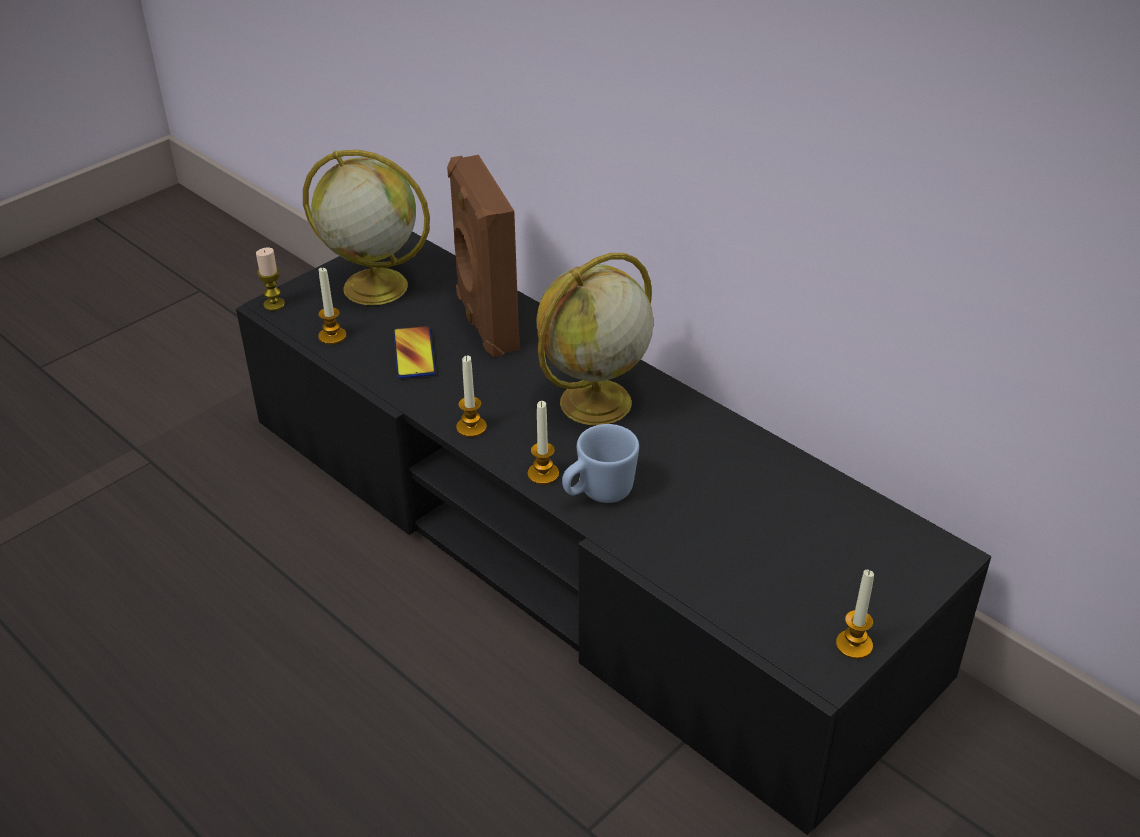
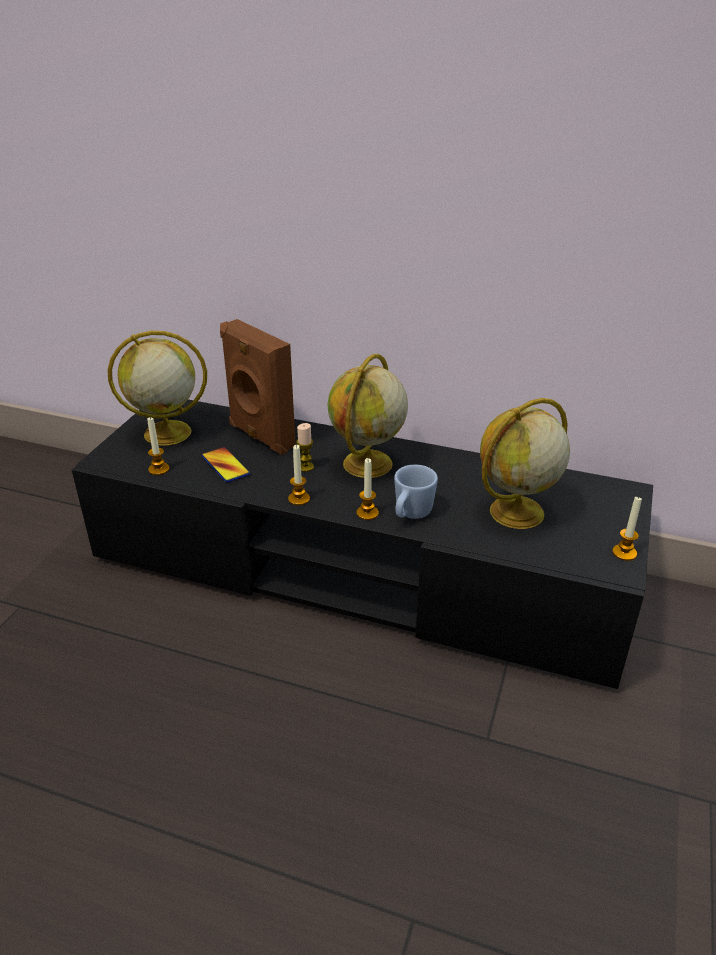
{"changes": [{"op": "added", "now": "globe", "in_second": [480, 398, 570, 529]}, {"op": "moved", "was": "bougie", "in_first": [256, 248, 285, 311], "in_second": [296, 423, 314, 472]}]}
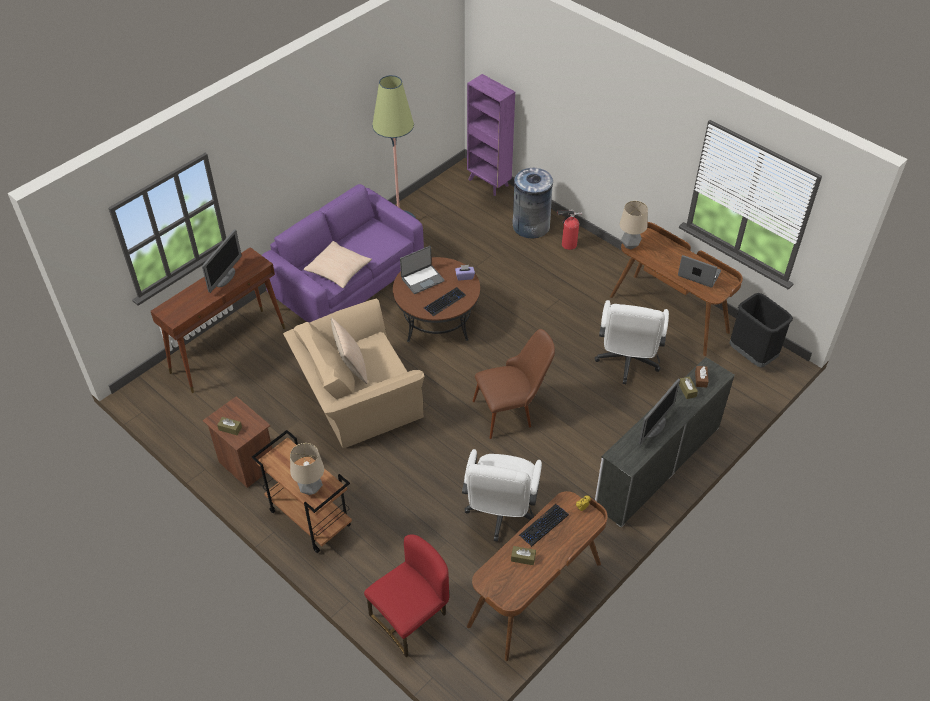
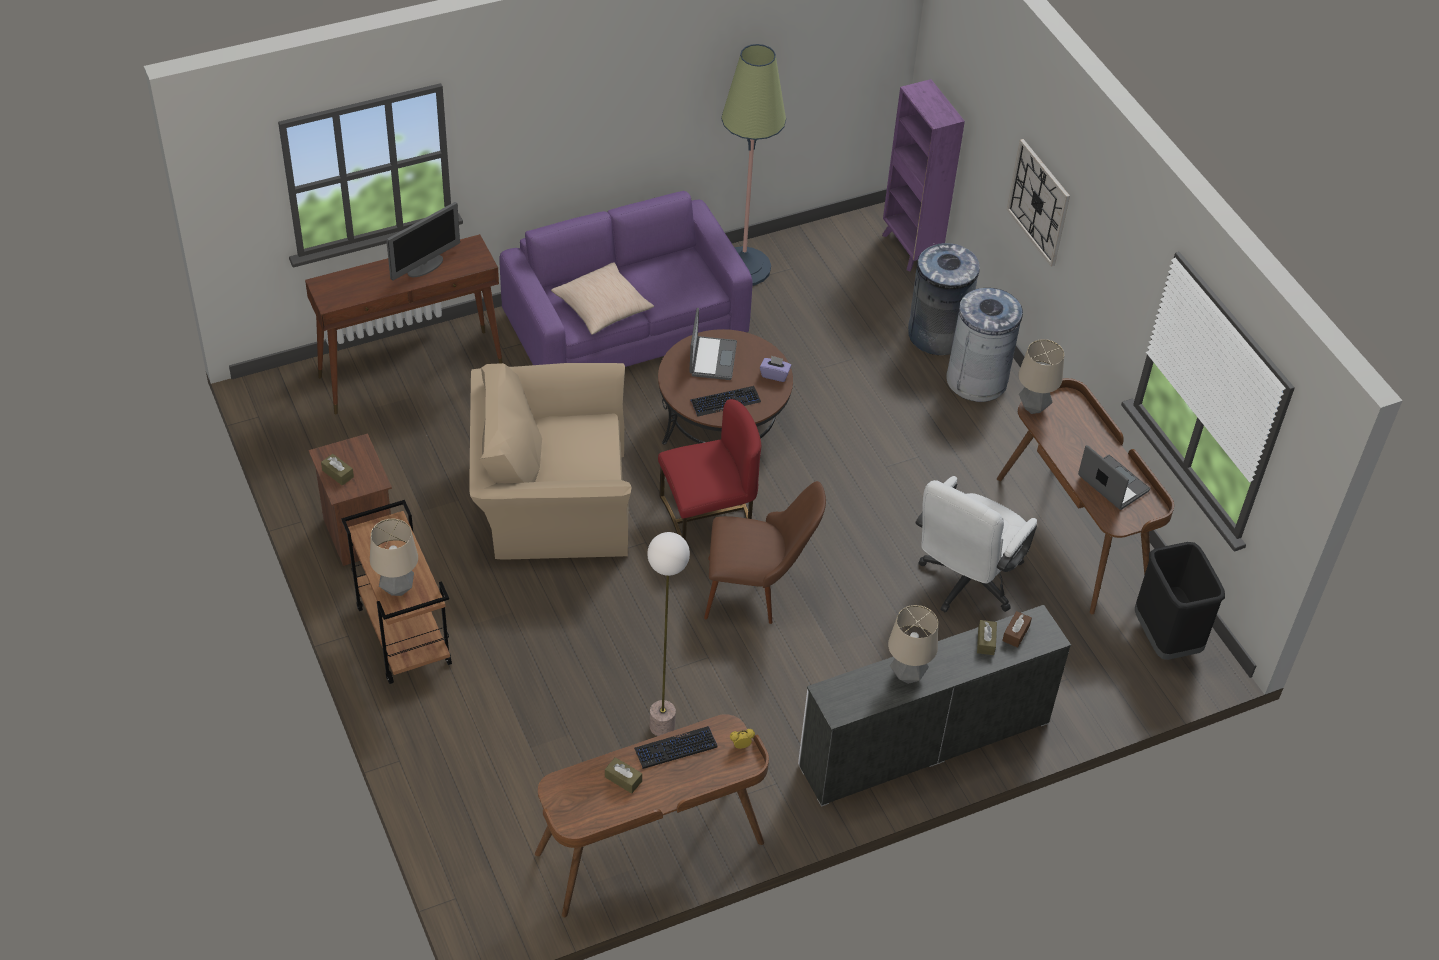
{"changes": [{"op": "removed", "was": "coussin (beige)", "in_first": [331, 318, 368, 384]}, {"op": "added", "now": "horloge murale", "in_second": [1007, 139, 1070, 267]}, {"op": "moved", "was": "chaise (rouge)", "in_first": [364, 534, 449, 657], "in_second": [658, 399, 761, 541]}, {"op": "replaced", "was": "chaise de bureau (blanc)", "now": "lampadaire", "in_first": [462, 449, 542, 542], "in_second": [647, 532, 690, 736]}, {"op": "replaced", "was": "extincteur", "now": "poubelle (gris)", "in_first": [557, 209, 582, 250], "in_second": [946, 288, 1023, 402]}, {"op": "replaced", "was": "écran d'ordinateur", "now": "lampe de table", "in_first": [639, 379, 680, 445], "in_second": [888, 605, 938, 684]}, {"op": "turned", "was": "ordinateur portable", "in_first": [400, 246, 445, 294], "in_second": [689, 308, 737, 380], "clockwise": -75}]}
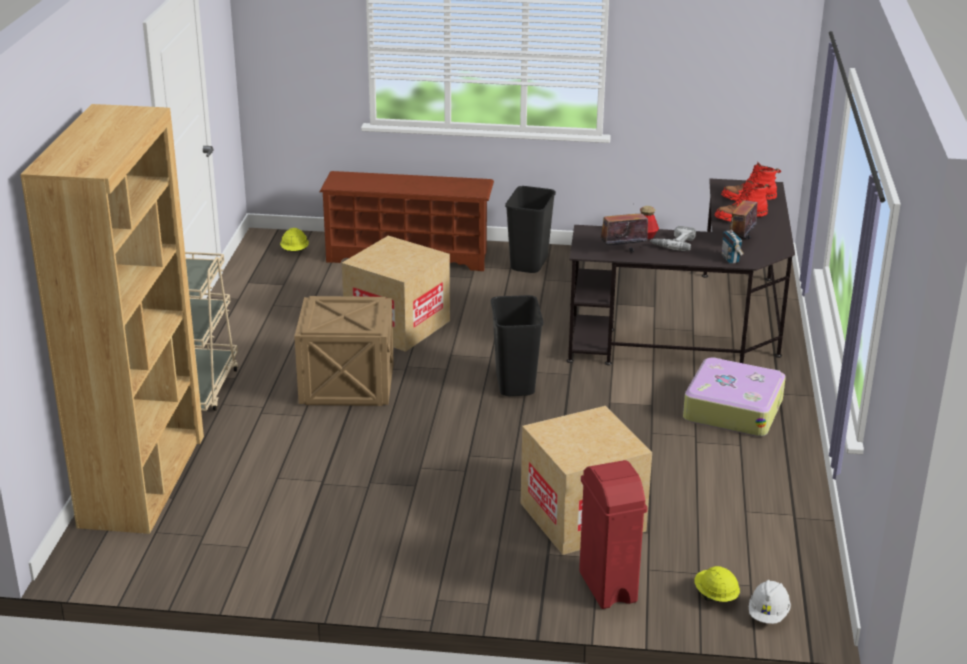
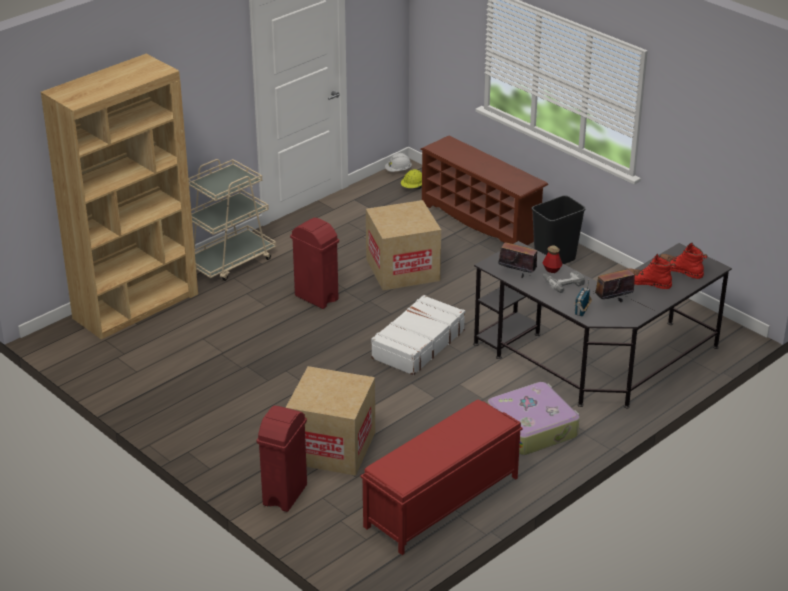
{"changes": [{"op": "removed", "was": "casque de chantier (jaune)", "in_first": [695, 566, 740, 602]}, {"op": "added", "now": "banc (rouge)", "in_second": [360, 400, 523, 555]}, {"op": "moved", "was": "casque de chantier (blanc)", "in_first": [749, 580, 791, 624], "in_second": [385, 153, 412, 172]}, {"op": "replaced", "was": "caisse", "now": "poubelle (rouge)", "in_first": [294, 296, 394, 406], "in_second": [290, 218, 339, 309]}, {"op": "replaced", "was": "poubelle (noir)", "now": "valise (blanc)", "in_first": [491, 295, 544, 396], "in_second": [371, 295, 465, 375]}]}
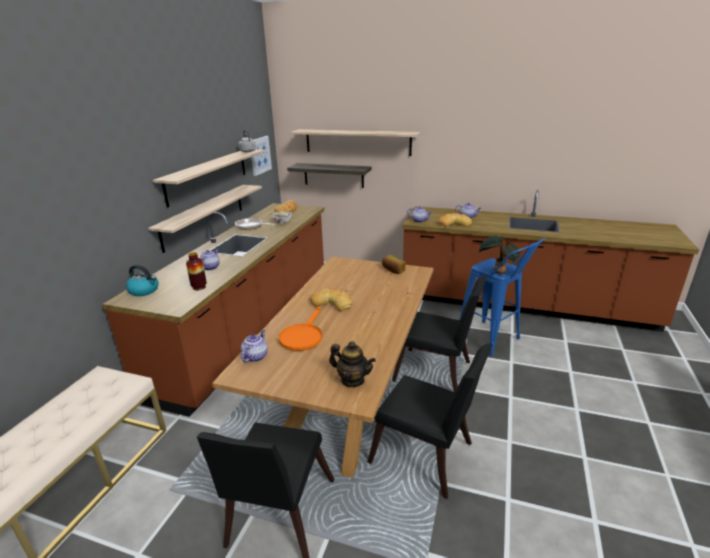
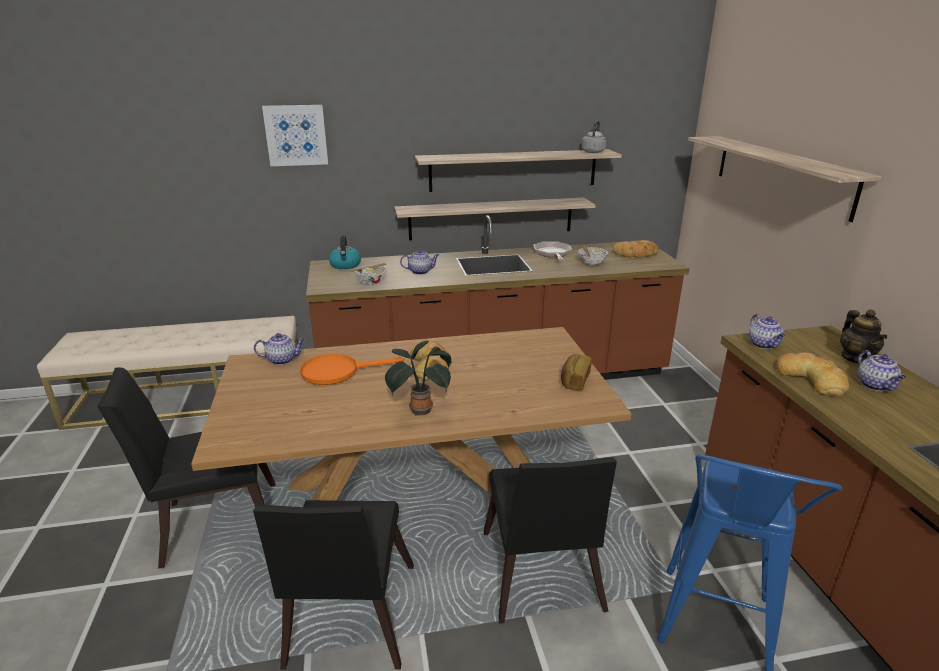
{"changes": [{"op": "removed", "was": "étagère", "in_first": [287, 163, 371, 188]}, {"op": "moved", "was": "tableau", "in_first": [251, 136, 272, 176], "in_second": [262, 105, 328, 166]}, {"op": "moved", "was": "théière", "in_first": [329, 341, 376, 387], "in_second": [840, 310, 887, 363]}, {"op": "moved", "was": "plante en pot", "in_first": [478, 236, 520, 275], "in_second": [385, 341, 451, 416]}, {"op": "replaced", "was": "vase", "now": "bol", "in_first": [186, 252, 207, 290], "in_second": [350, 263, 387, 285]}]}
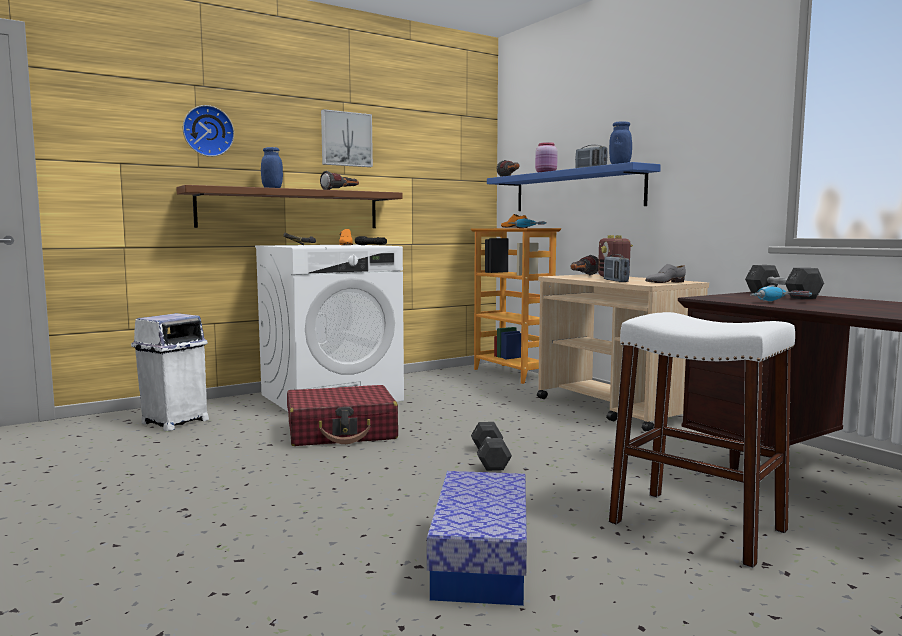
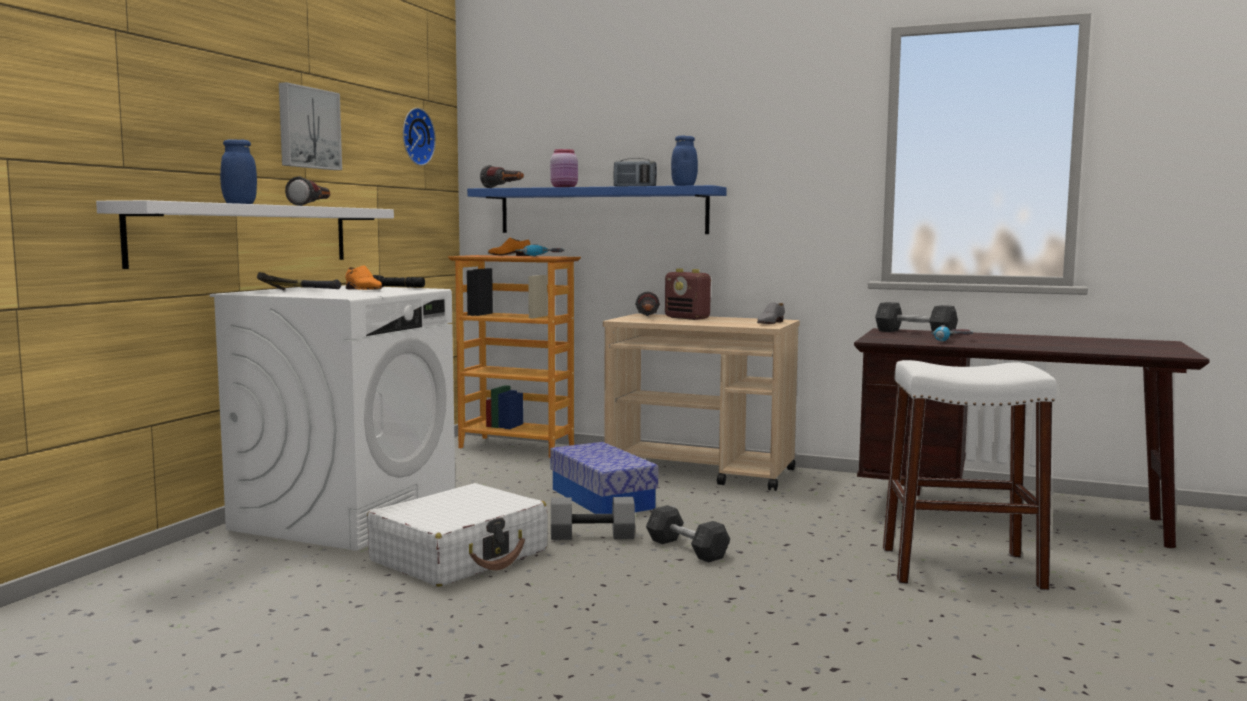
{"changes": [{"op": "removed", "was": "poubelle (blanc)", "in_first": [131, 313, 209, 431]}, {"op": "removed", "was": "radio", "in_first": [604, 254, 630, 282]}, {"op": "added", "now": "haltère (gris)", "in_second": [551, 497, 635, 540]}, {"op": "moved", "was": "horloge murale", "in_first": [183, 105, 234, 157], "in_second": [403, 108, 436, 166]}, {"op": "moved", "was": "boîte de rangement", "in_first": [427, 471, 527, 606], "in_second": [550, 442, 658, 514]}, {"op": "recoloured", "was": "étagère (marron)", "now": "étagère (blanc)", "in_first": [176, 185, 402, 228], "in_second": [96, 200, 394, 269]}, {"op": "recoloured", "was": "valise (rouge)", "now": "valise (blanc)", "in_first": [287, 385, 398, 446], "in_second": [367, 483, 548, 587]}]}
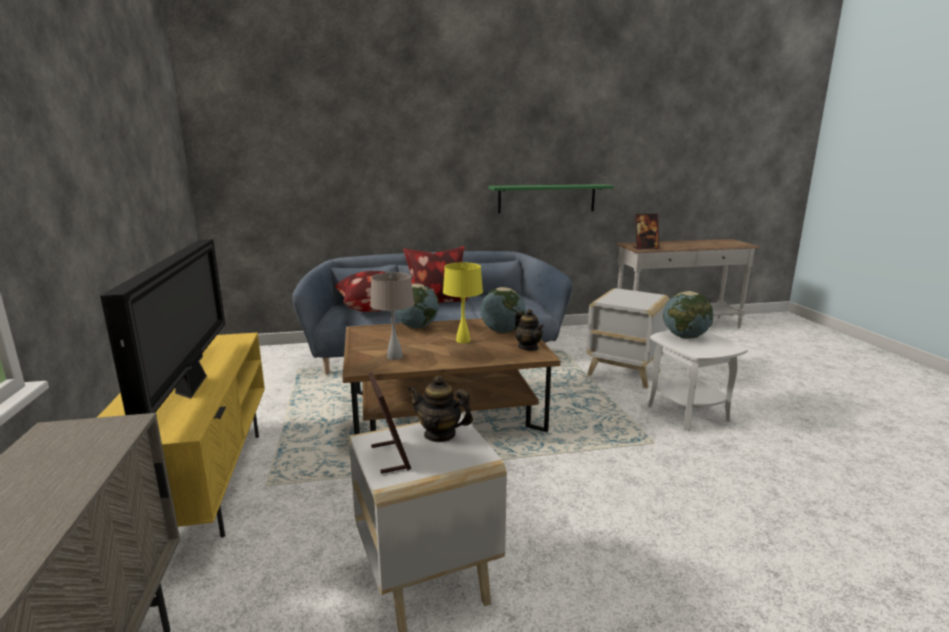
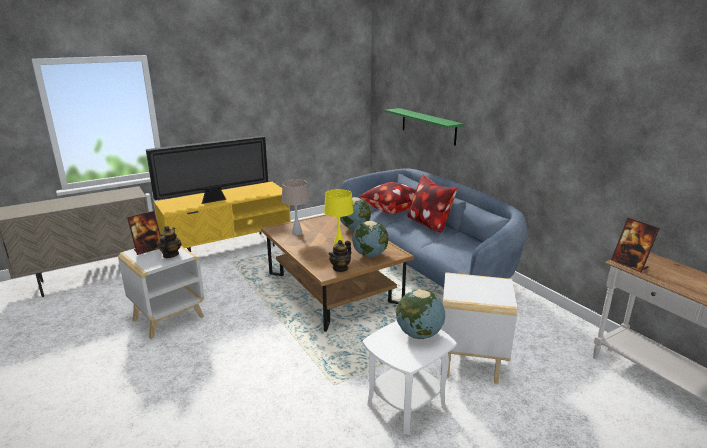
{"changes": [{"op": "moved", "was": "étagère (vert)", "in_first": [489, 184, 614, 213], "in_second": [385, 108, 464, 146]}]}
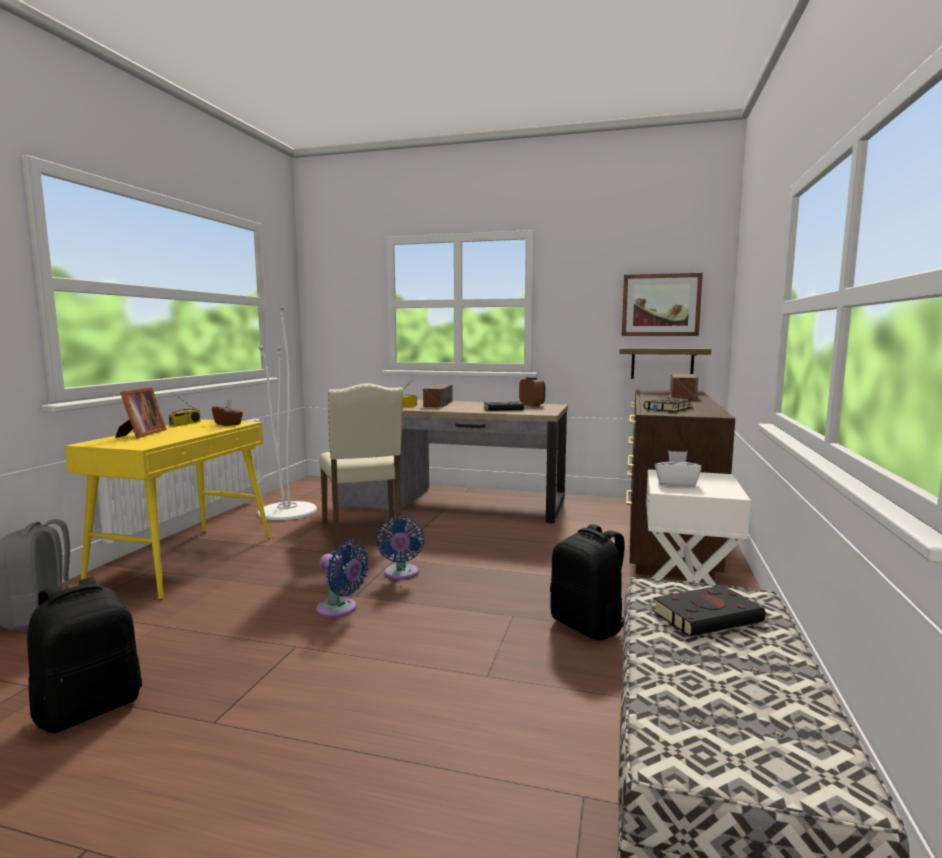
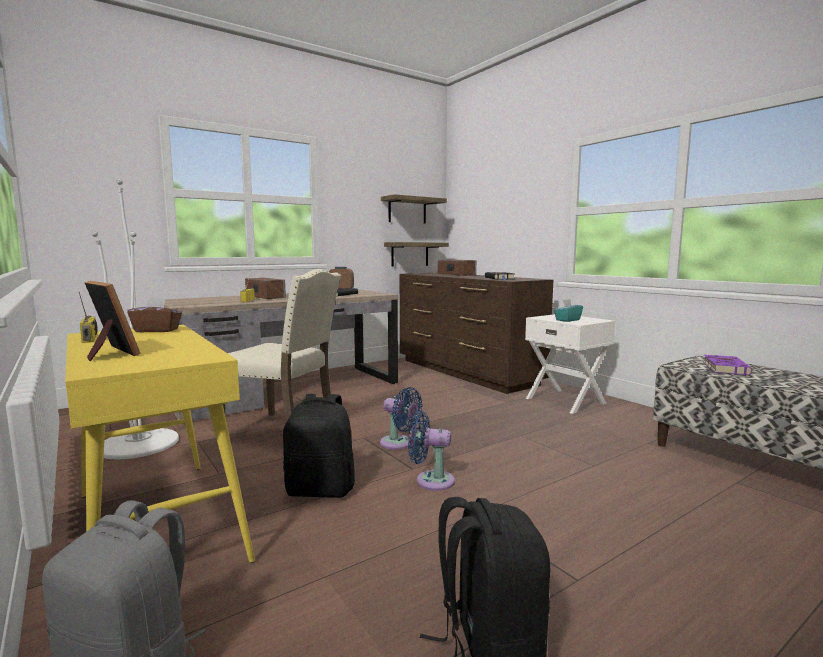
{"changes": [{"op": "moved", "was": "sac à dos (noir)", "in_first": [550, 524, 625, 640], "in_second": [283, 394, 355, 498]}, {"op": "replaced", "was": "tableau", "now": "étagère", "in_first": [622, 273, 703, 336], "in_second": [381, 194, 447, 224]}, {"op": "recoloured", "was": "livre (noir)", "now": "livre (violet)", "in_first": [653, 585, 766, 637], "in_second": [703, 355, 752, 375]}, {"op": "recoloured", "was": "boîte à mouchoirs (blanc)", "now": "boîte à mouchoirs (turquoise)", "in_first": [655, 451, 702, 487], "in_second": [554, 299, 583, 322]}, {"op": "turned", "was": "ventilateur (bleu)", "in_first": [316, 541, 369, 618], "in_second": [408, 411, 455, 491], "clockwise": -150}]}
